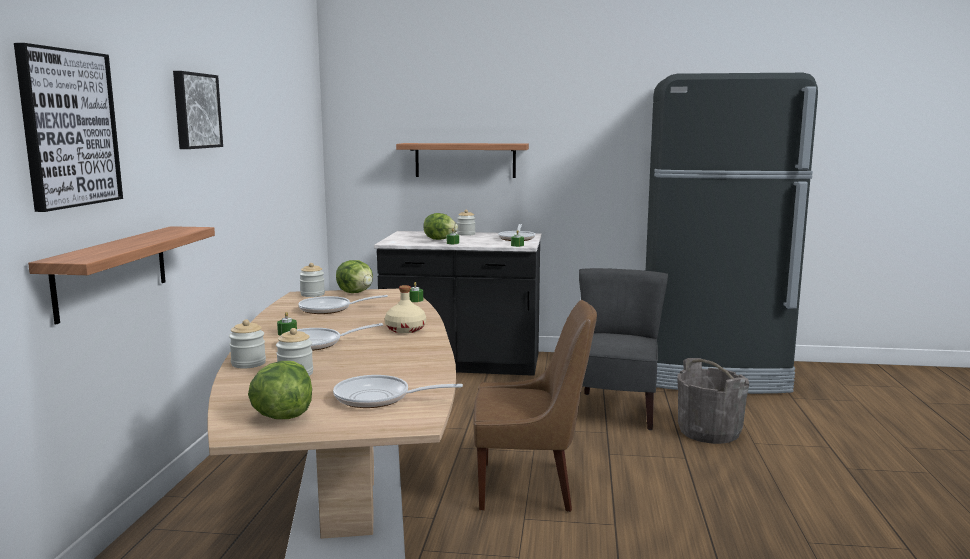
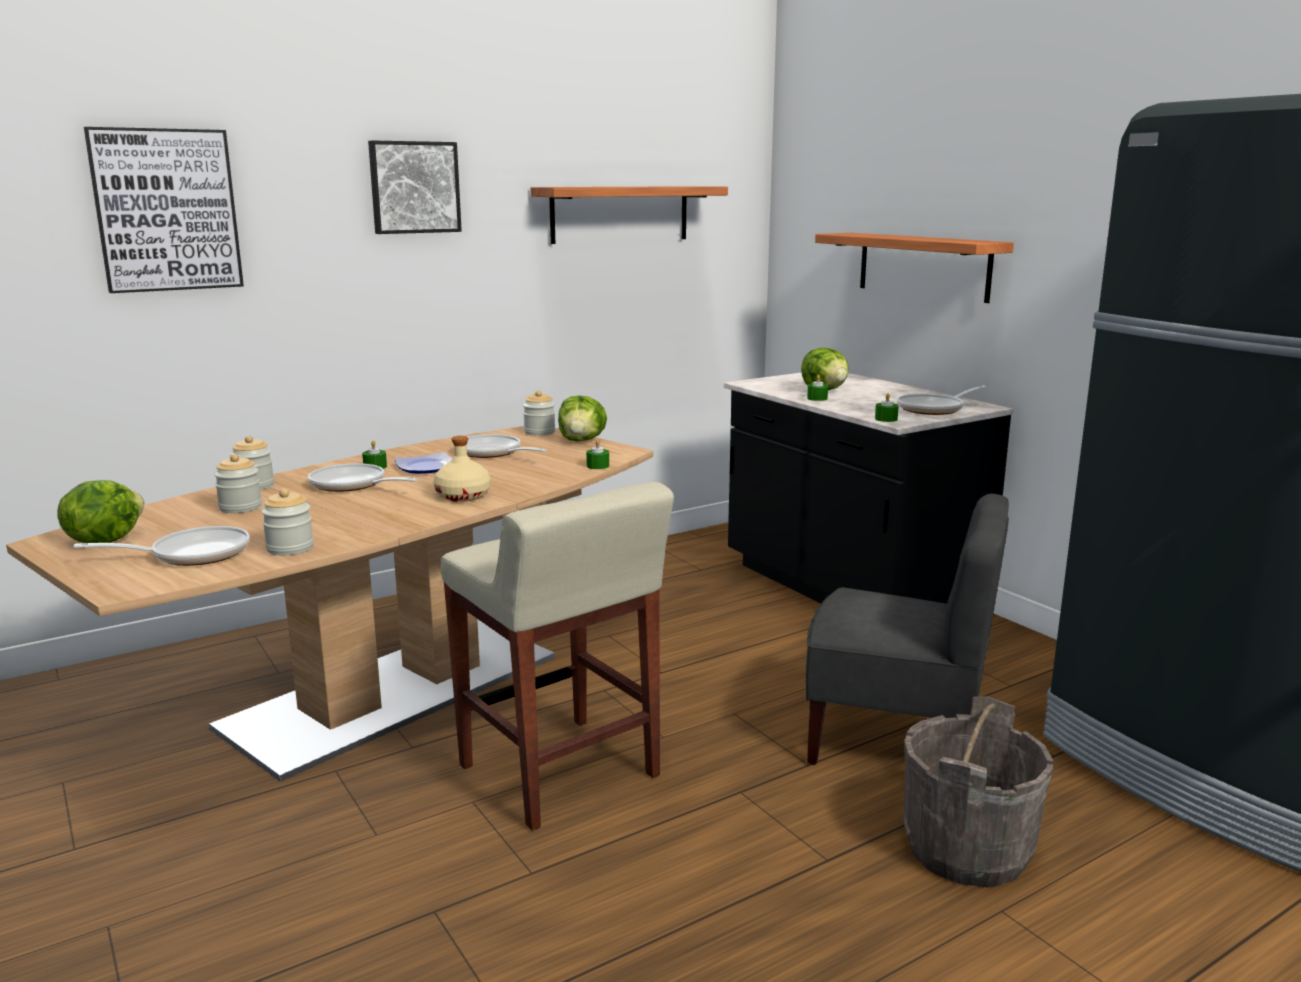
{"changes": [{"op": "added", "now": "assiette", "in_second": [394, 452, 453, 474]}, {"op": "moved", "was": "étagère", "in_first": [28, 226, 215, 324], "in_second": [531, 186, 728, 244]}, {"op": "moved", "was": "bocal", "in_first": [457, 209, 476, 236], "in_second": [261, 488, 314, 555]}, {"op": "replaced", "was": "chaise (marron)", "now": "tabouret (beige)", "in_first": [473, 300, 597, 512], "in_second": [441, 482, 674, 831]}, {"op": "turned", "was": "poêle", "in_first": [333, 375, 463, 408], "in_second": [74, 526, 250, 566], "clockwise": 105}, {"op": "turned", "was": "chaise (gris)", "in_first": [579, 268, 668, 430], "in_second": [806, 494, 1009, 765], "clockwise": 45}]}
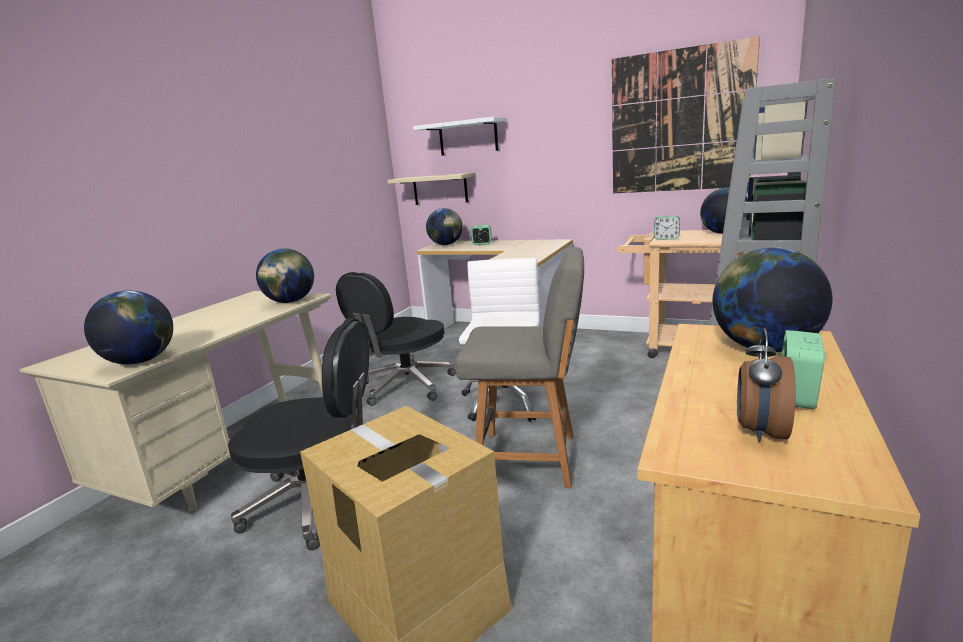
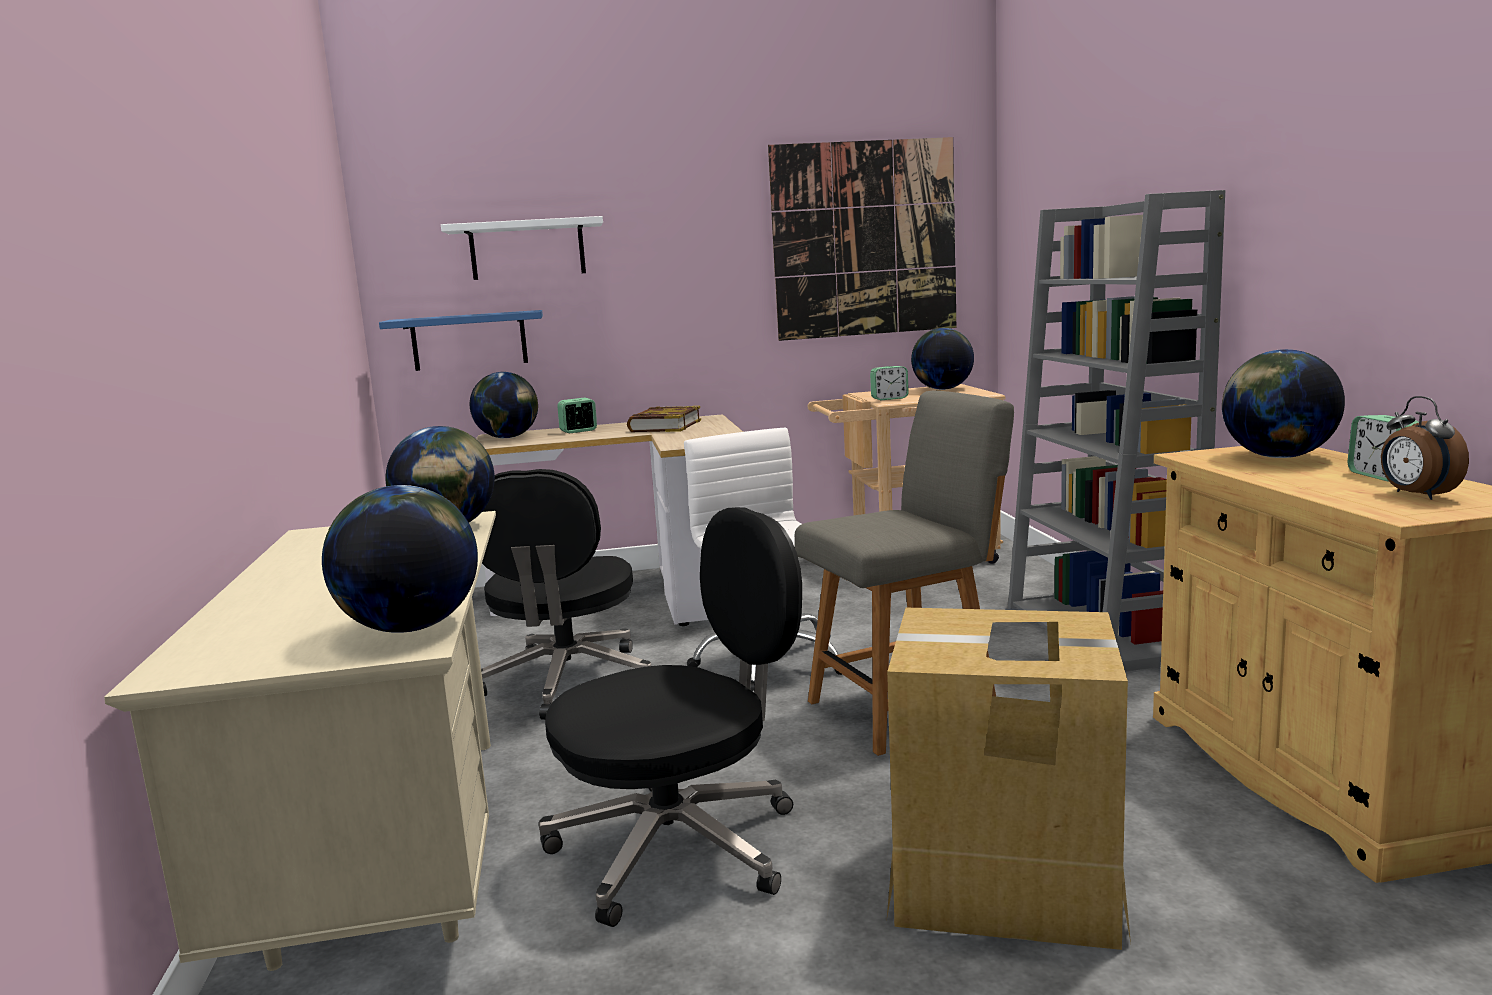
{"changes": [{"op": "added", "now": "livre", "in_second": [627, 406, 701, 432]}, {"op": "recoloured", "was": "étagère (beige)", "now": "étagère (bleu)", "in_first": [387, 173, 476, 205], "in_second": [379, 310, 543, 371]}]}
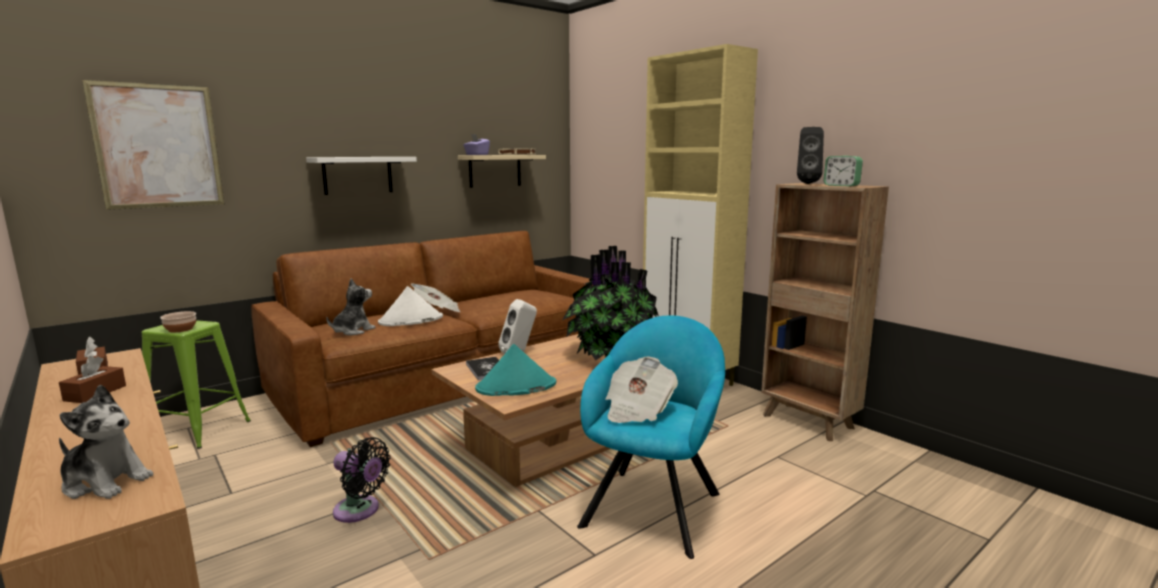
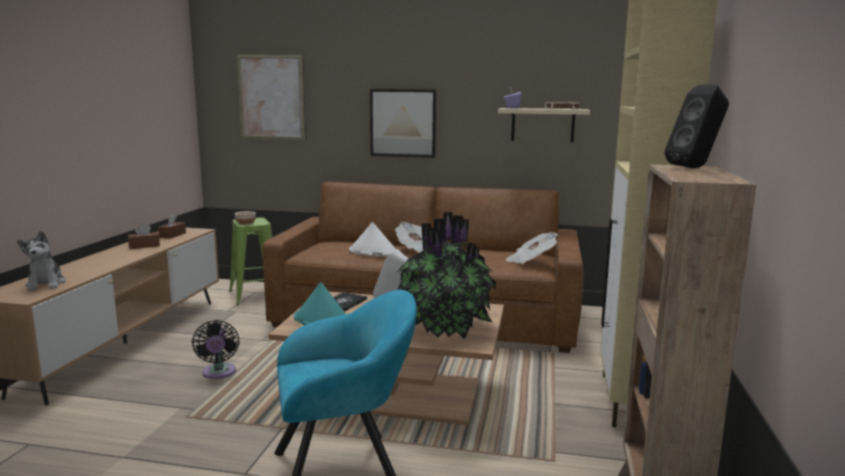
{"changes": [{"op": "removed", "was": "peluche", "in_first": [326, 279, 376, 336]}, {"op": "removed", "was": "réveil", "in_first": [824, 156, 863, 186]}, {"op": "moved", "was": "journal", "in_first": [606, 357, 678, 423], "in_second": [506, 232, 558, 264]}, {"op": "replaced", "was": "étagère (blanc)", "now": "tableau", "in_first": [306, 157, 417, 195], "in_second": [370, 89, 436, 158]}]}
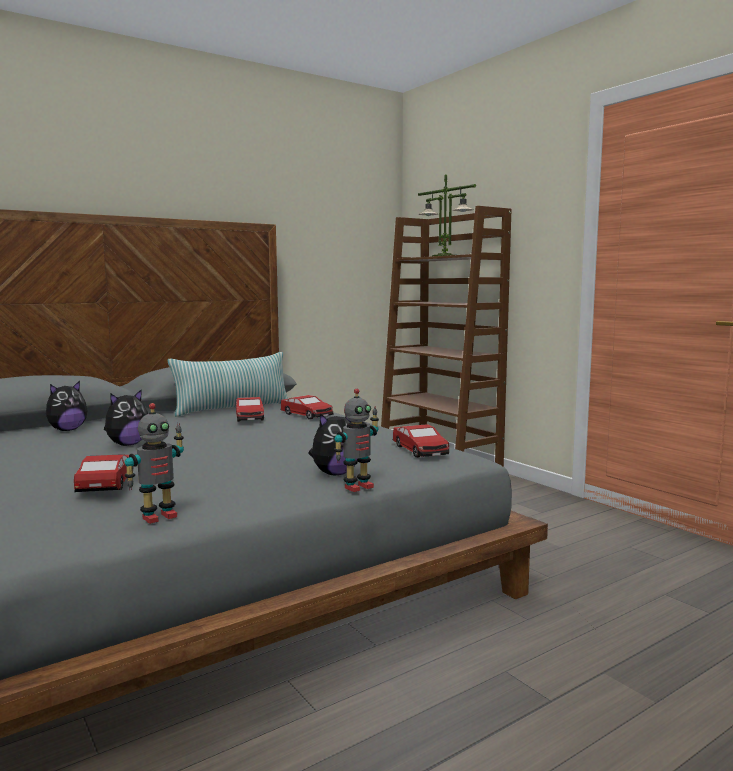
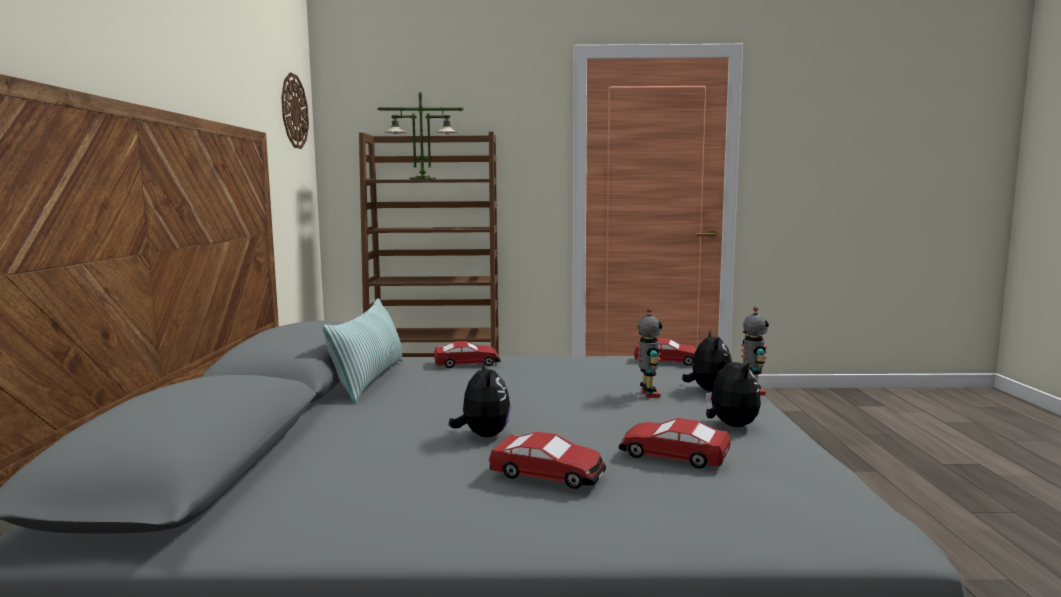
{"changes": [{"op": "added", "now": "horloge murale", "in_second": [281, 72, 309, 149]}, {"op": "moved", "was": "peluche", "in_first": [46, 381, 88, 431], "in_second": [706, 354, 761, 427]}, {"op": "moved", "was": "robot jouet", "in_first": [125, 403, 184, 524], "in_second": [636, 308, 663, 398]}, {"op": "moved", "was": "petite voiture", "in_first": [236, 397, 264, 422], "in_second": [489, 432, 606, 489]}]}
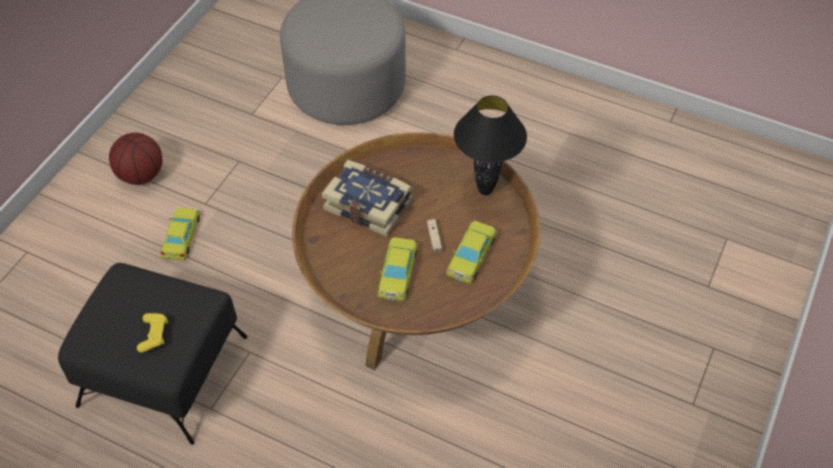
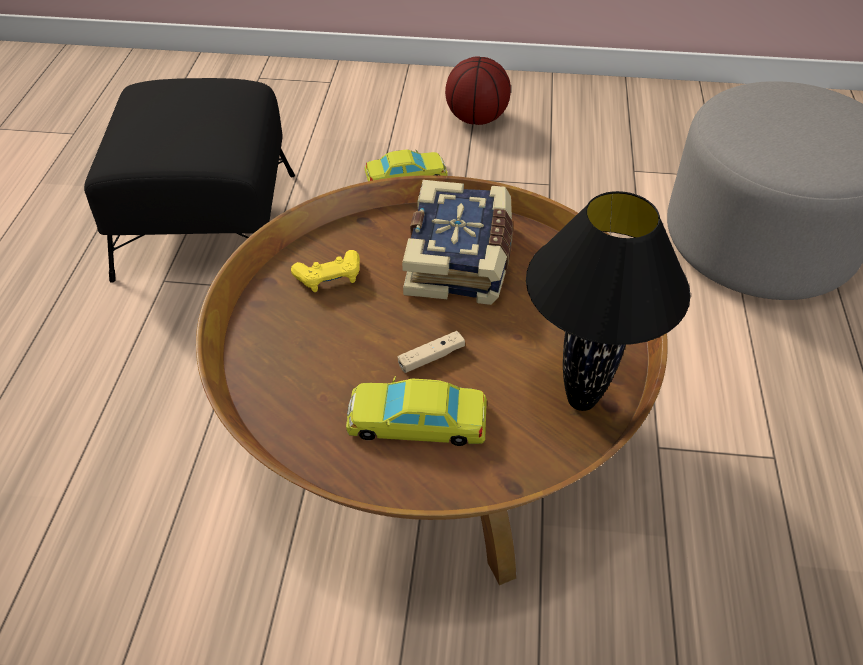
{"changes": [{"op": "removed", "was": "petite voiture (jaune)", "in_first": [377, 237, 418, 302]}, {"op": "moved", "was": "manette (jaune)", "in_first": [137, 313, 168, 353], "in_second": [291, 250, 360, 292]}]}
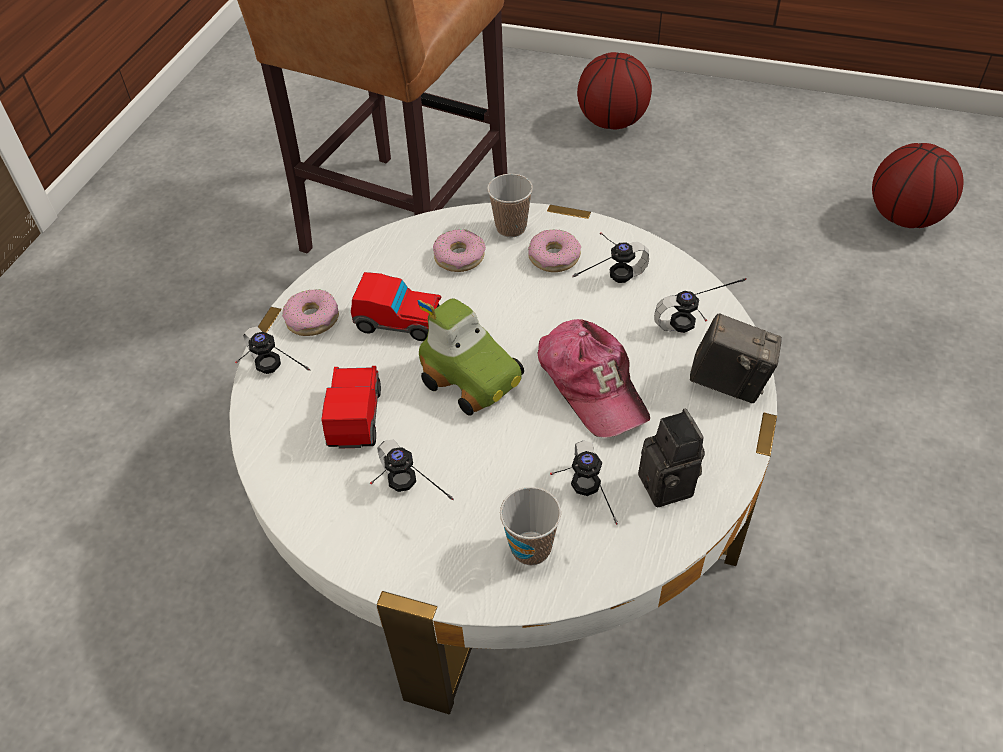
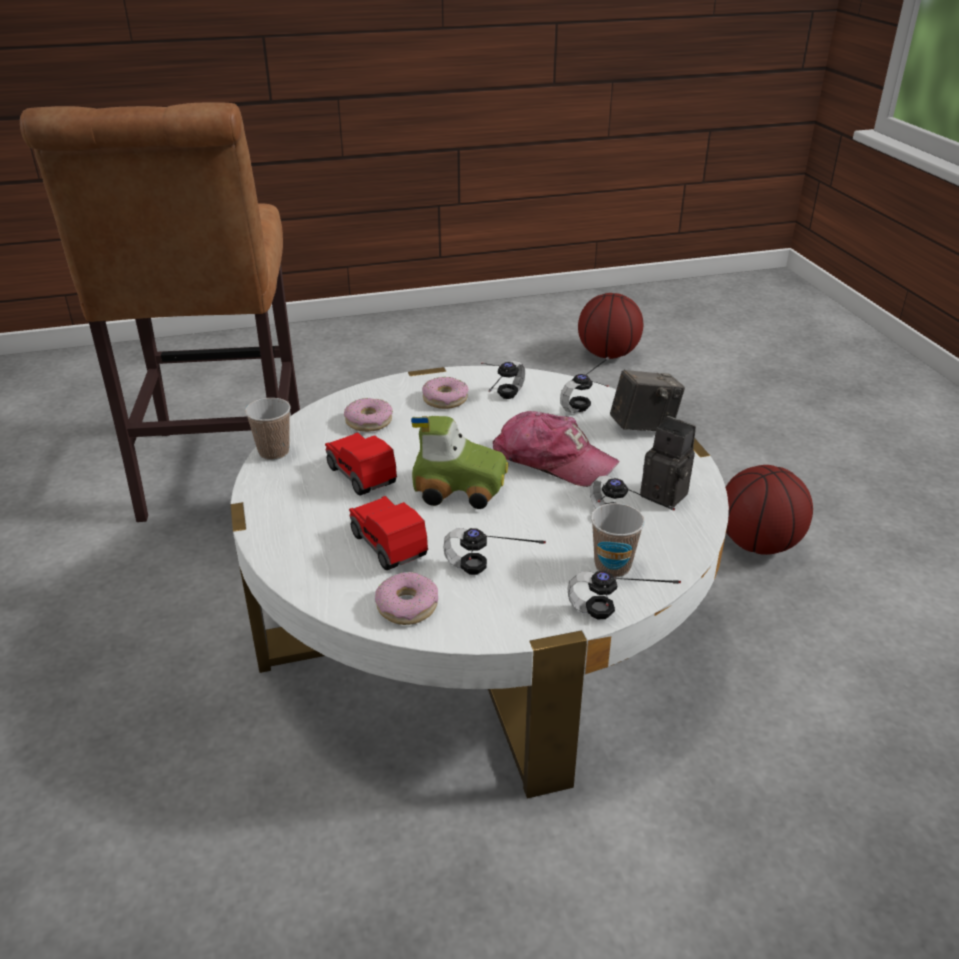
{"changes": [{"op": "moved", "was": "casque audio", "in_first": [235, 326, 311, 374], "in_second": [567, 571, 681, 620]}, {"op": "moved", "was": "beignet", "in_first": [282, 289, 339, 336], "in_second": [375, 572, 438, 625]}, {"op": "moved", "was": "tasse", "in_first": [487, 174, 533, 238], "in_second": [245, 398, 291, 460]}, {"op": "moved", "was": "ballon de basket", "in_first": [577, 52, 652, 129], "in_second": [725, 465, 813, 555]}, {"op": "turned", "was": "petite voiture", "in_first": [351, 272, 442, 341], "in_second": [325, 432, 397, 495], "clockwise": -105}]}
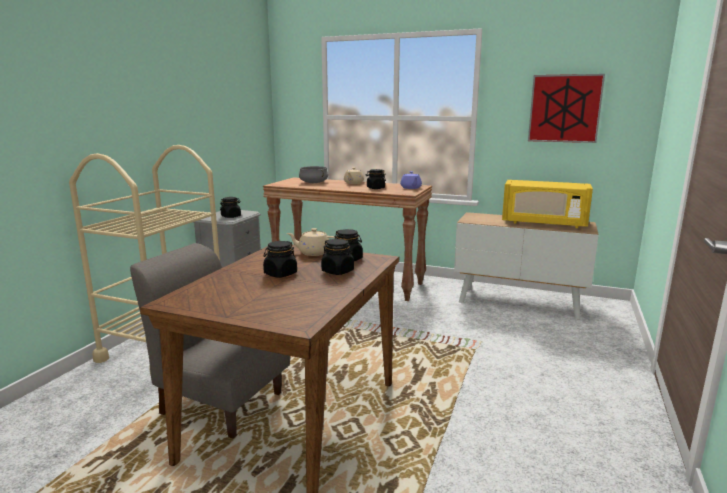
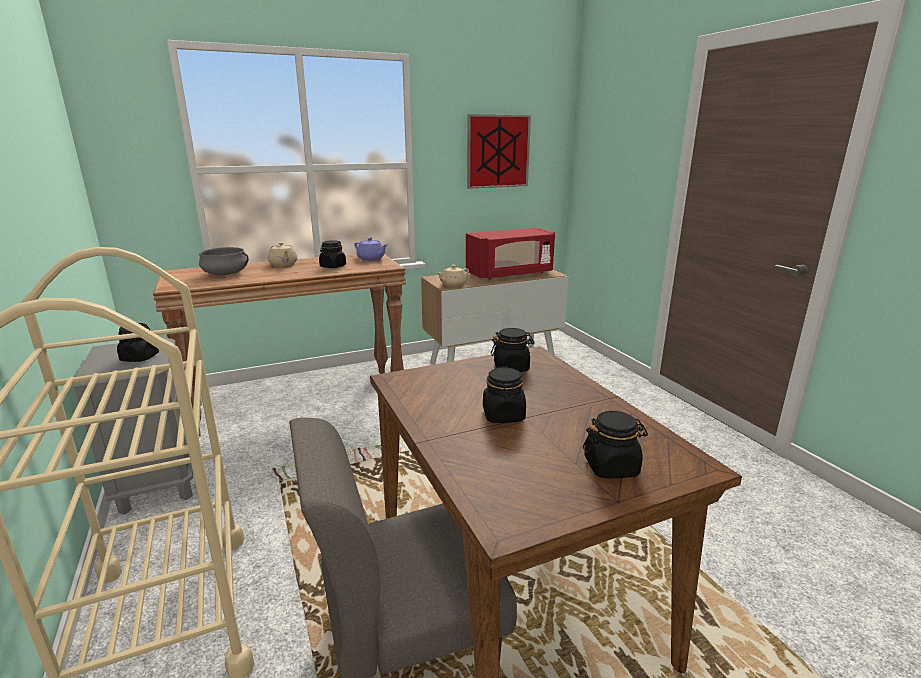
{"changes": [{"op": "moved", "was": "théière (beige)", "in_first": [287, 228, 337, 256], "in_second": [436, 265, 469, 287]}, {"op": "moved", "was": "bocal (noir)", "in_first": [321, 239, 354, 275], "in_second": [583, 411, 648, 478]}, {"op": "recoloured", "was": "micro-ondes (jaune)", "now": "micro-ondes (rouge)", "in_first": [502, 180, 593, 228], "in_second": [466, 228, 555, 280]}]}
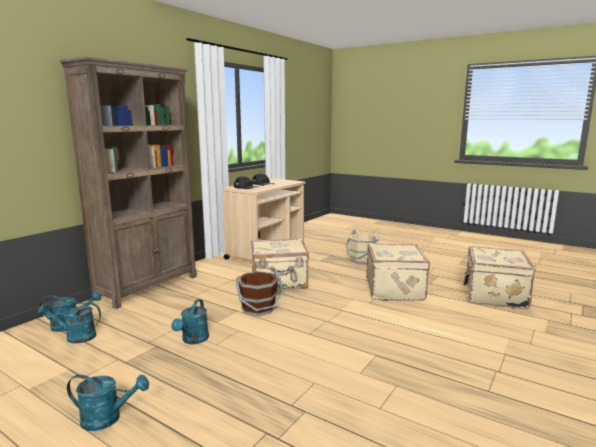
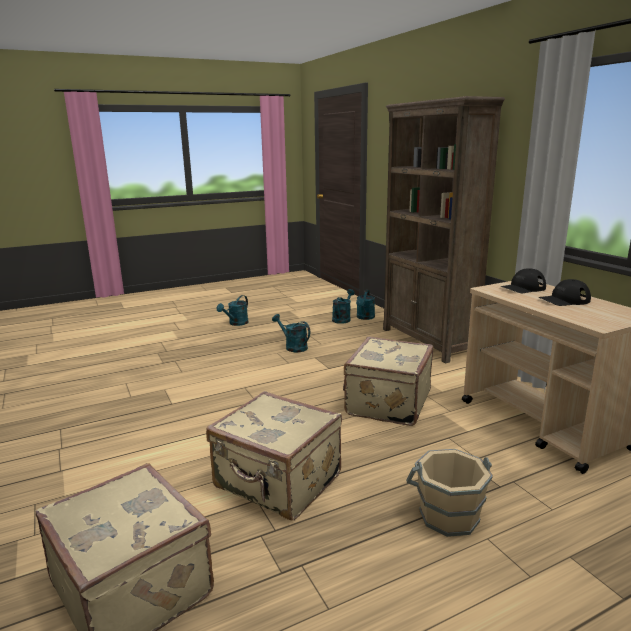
{"changes": [{"op": "removed", "was": "seau (marron)", "in_first": [236, 270, 284, 316]}]}
